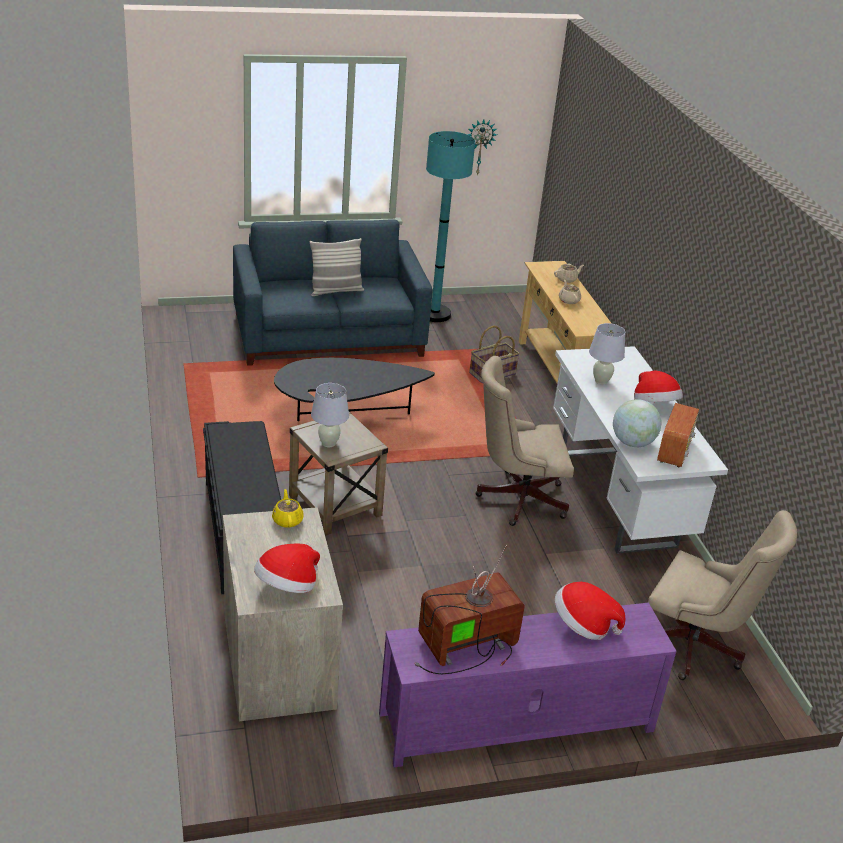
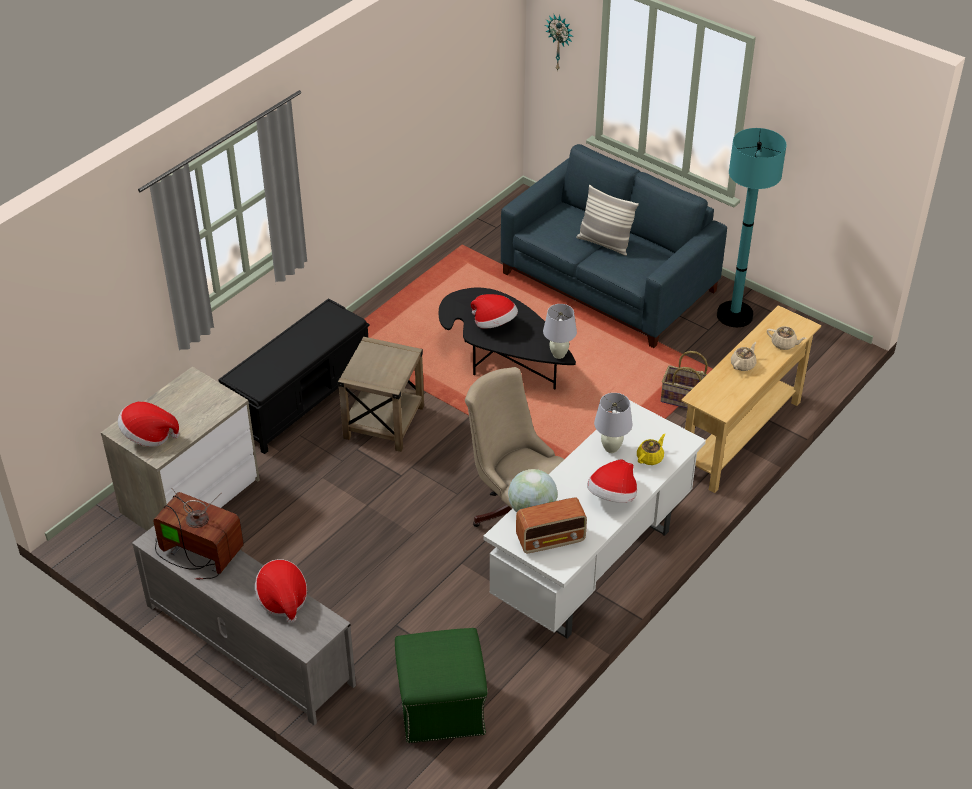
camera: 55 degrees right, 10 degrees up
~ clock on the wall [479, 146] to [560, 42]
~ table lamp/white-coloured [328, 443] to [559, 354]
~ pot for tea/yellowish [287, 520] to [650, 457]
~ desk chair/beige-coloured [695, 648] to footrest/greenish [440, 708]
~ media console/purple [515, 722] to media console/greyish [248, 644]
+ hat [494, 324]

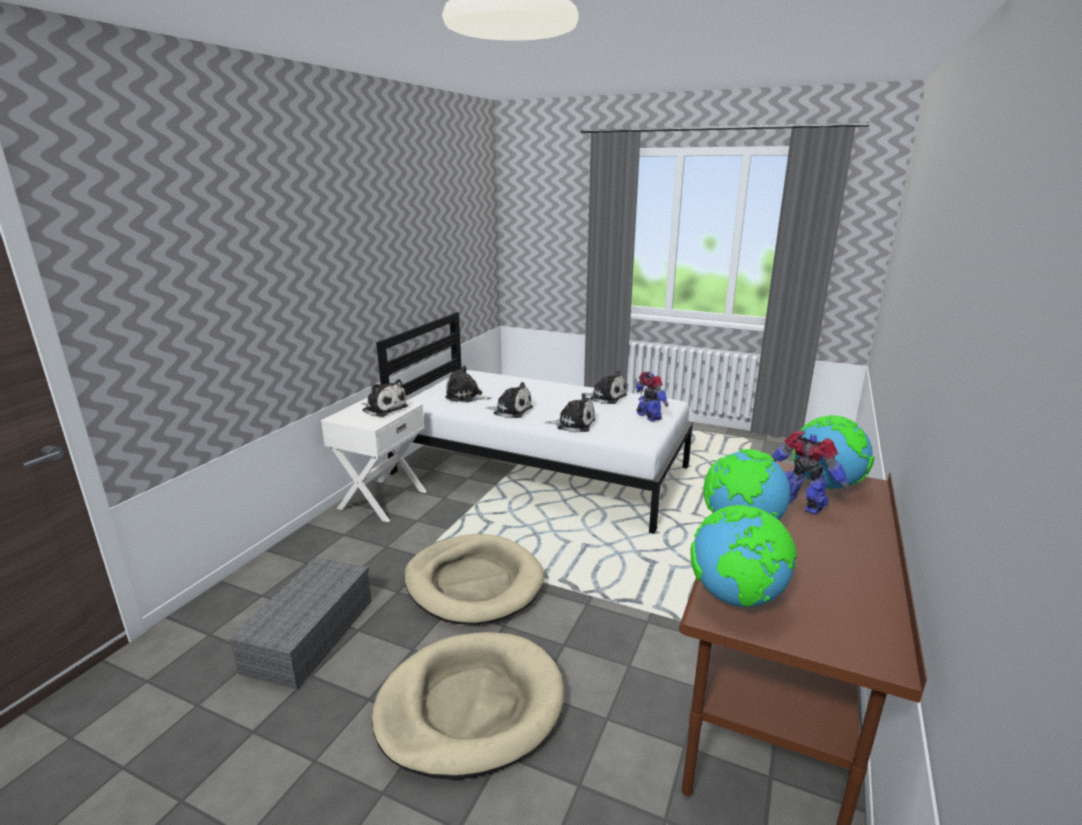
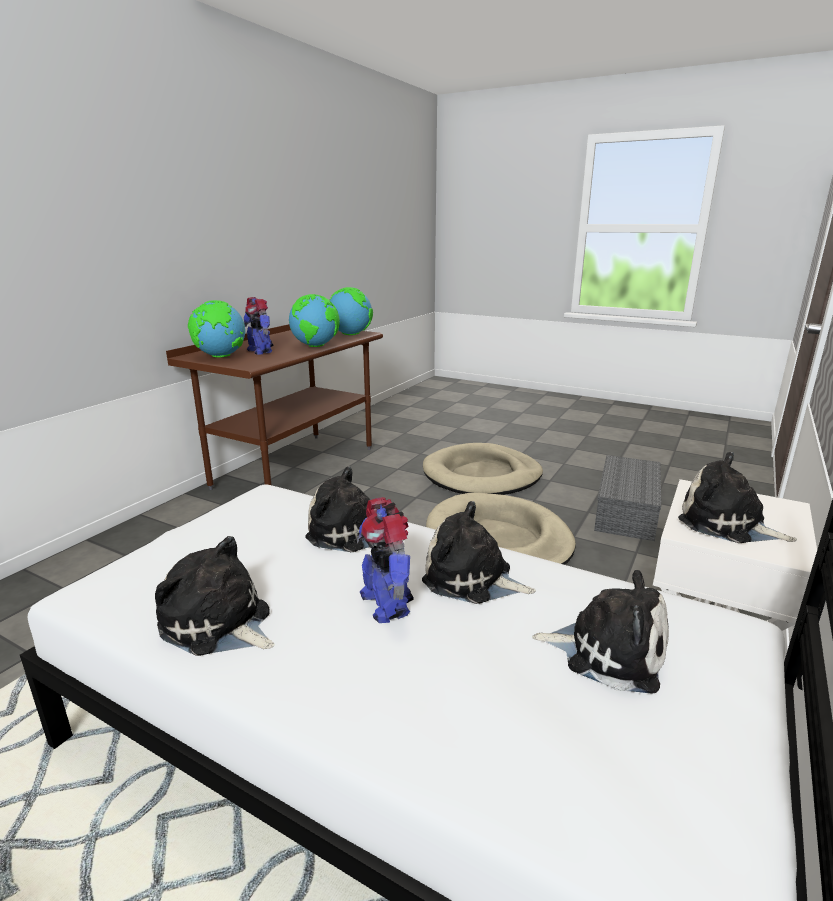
camera: 175 degrees left, 0 degrees up
~ toy robot [648, 417] to [385, 603]

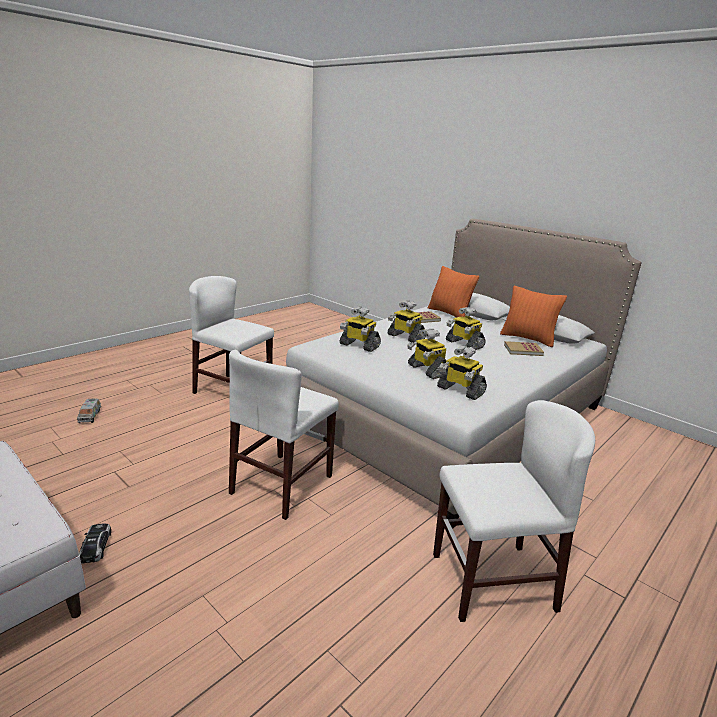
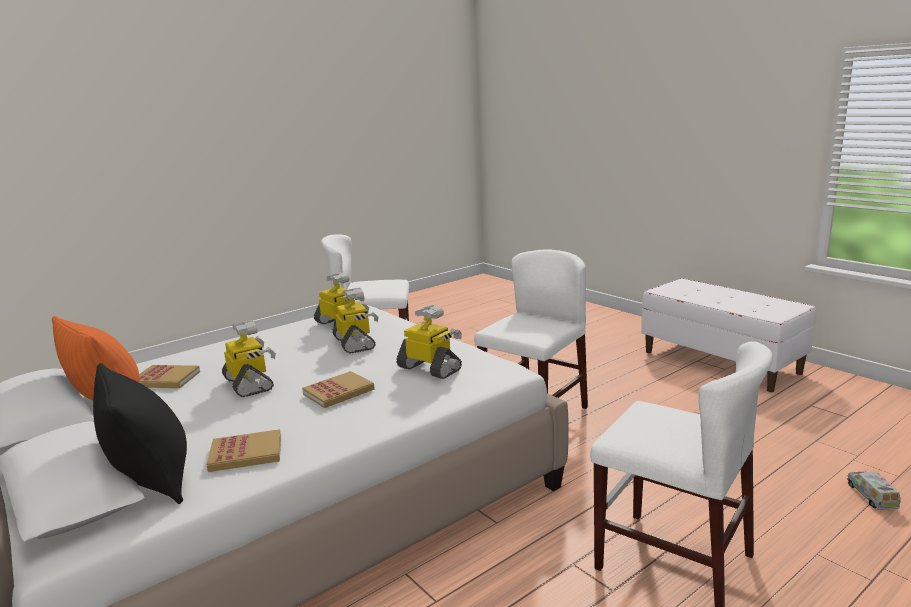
camera: 170 degrees left, 5 degrees down
~ cushion/orange-coloured [449, 313] to cushion/blackish [151, 480]
~ toy robot [405, 337] to bound book [338, 392]
- model car [96, 547]

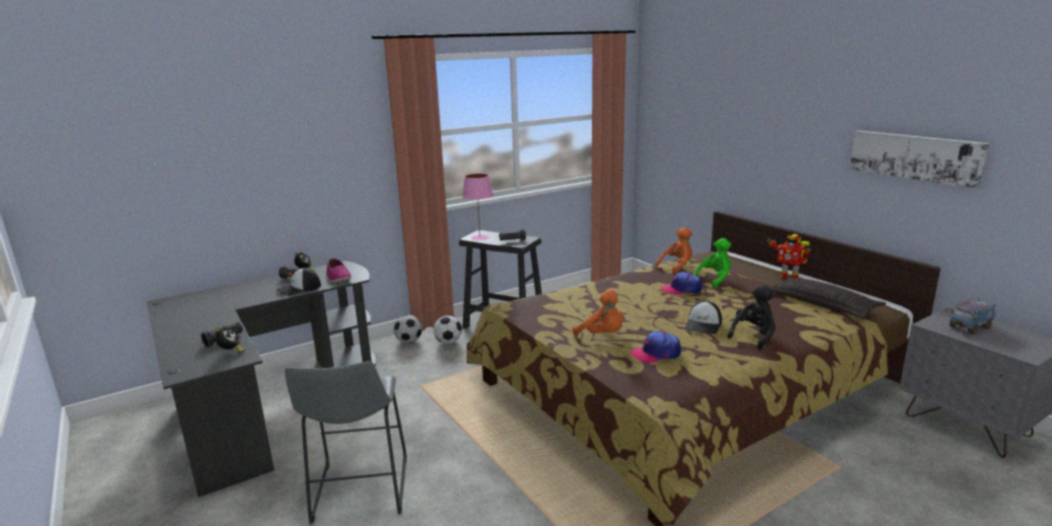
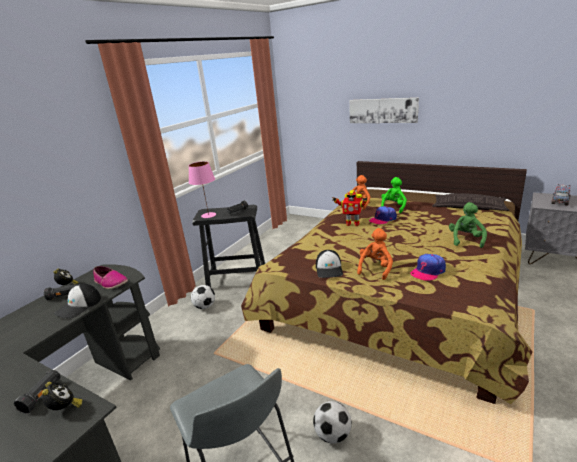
camera: 25 degrees left, 5 degrees up
~ picture [914, 157] to [383, 110]
~ toy robot [788, 277] to [352, 224]
~ cuddly toy/blackish [753, 336] to cuddly toy/greenish [466, 240]
~ cuddly toy/orange-coloured [602, 335] = [376, 268] 75 degrees counterclockwise
~ peaked cap [703, 325] to [329, 269]
~ ball for football [409, 341] to [333, 435]

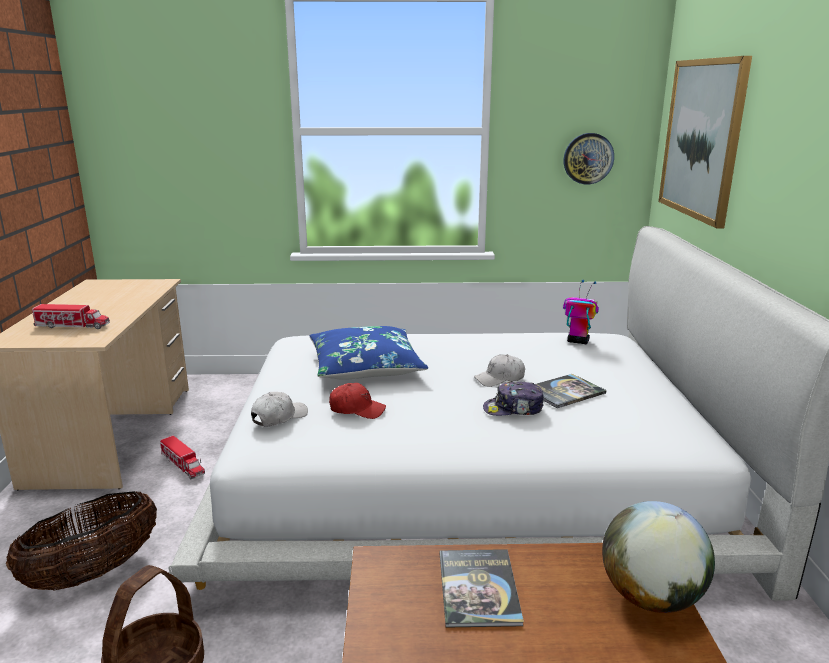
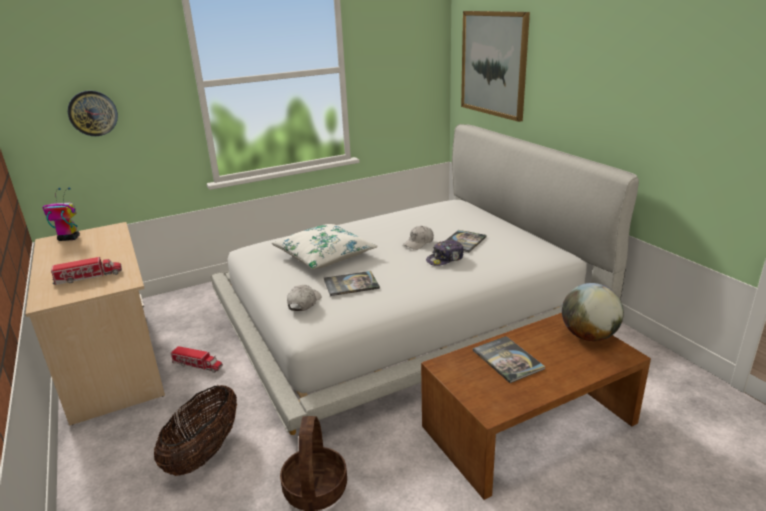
camera: 25 degrees left, 5 degrees up
~ clock on the wall [588, 158] to [93, 113]
~ toy robot [577, 341] to [68, 238]
~ cushion/blue-coloured [366, 366] to cushion/white-coloured [324, 255]
~ peaked cap/reddish [357, 409] to bound book [351, 284]

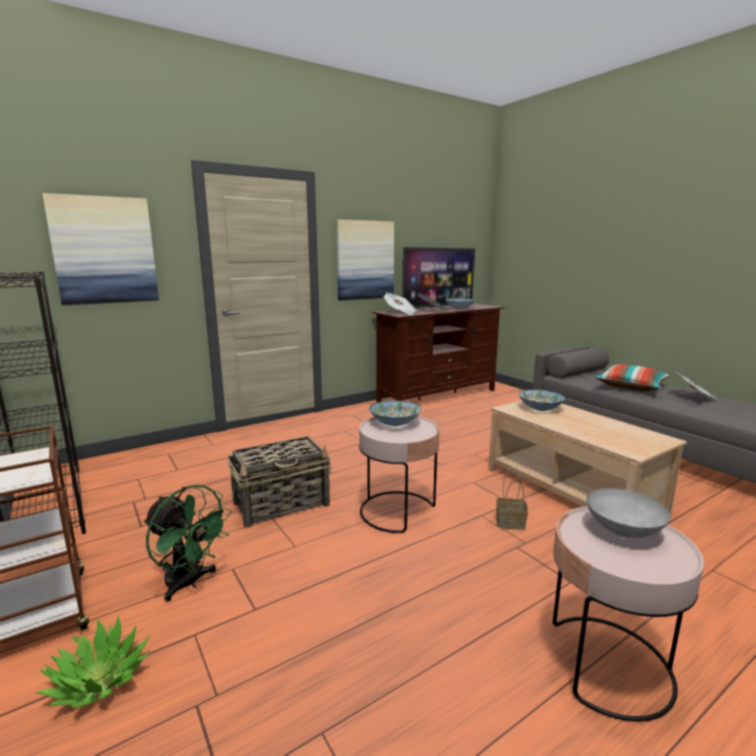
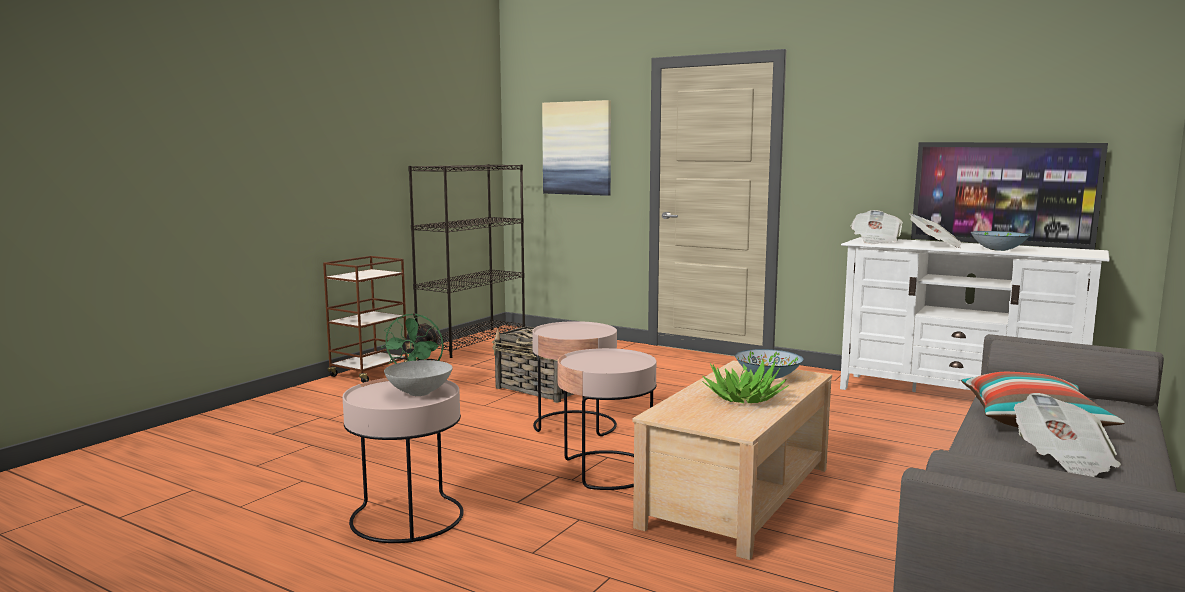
camera: 65 degrees right, 5 degrees down
- picture [365, 260]
~ media console/brown [437, 395] to media console/white-coloured [958, 397]
- deep dish [394, 423]
~ basket [511, 522] to end table/pink [607, 470]
~ plant in a pot [98, 679] to [743, 398]

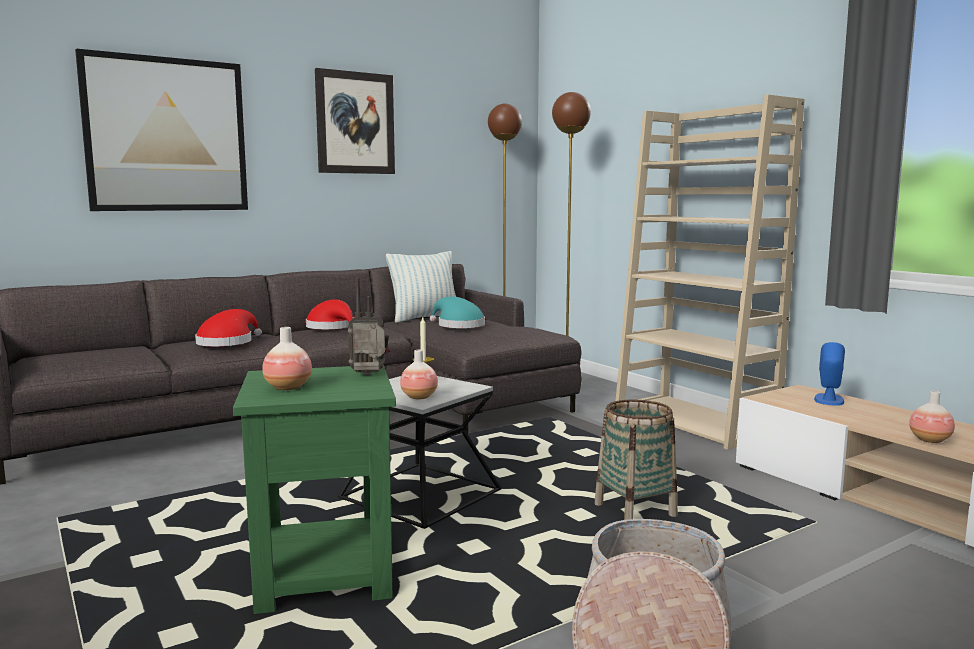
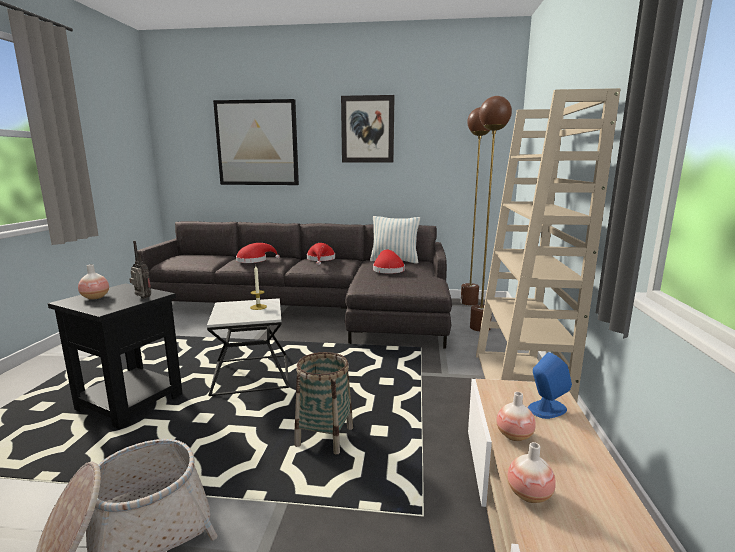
camera: 40 degrees right, 5 degrees up
~ hat/turquoise-coloured [458, 325] to hat/reddish [387, 270]
~ flower vase [419, 397] to [514, 436]
~ end table/greenish [322, 576] to end table/blackish [129, 402]

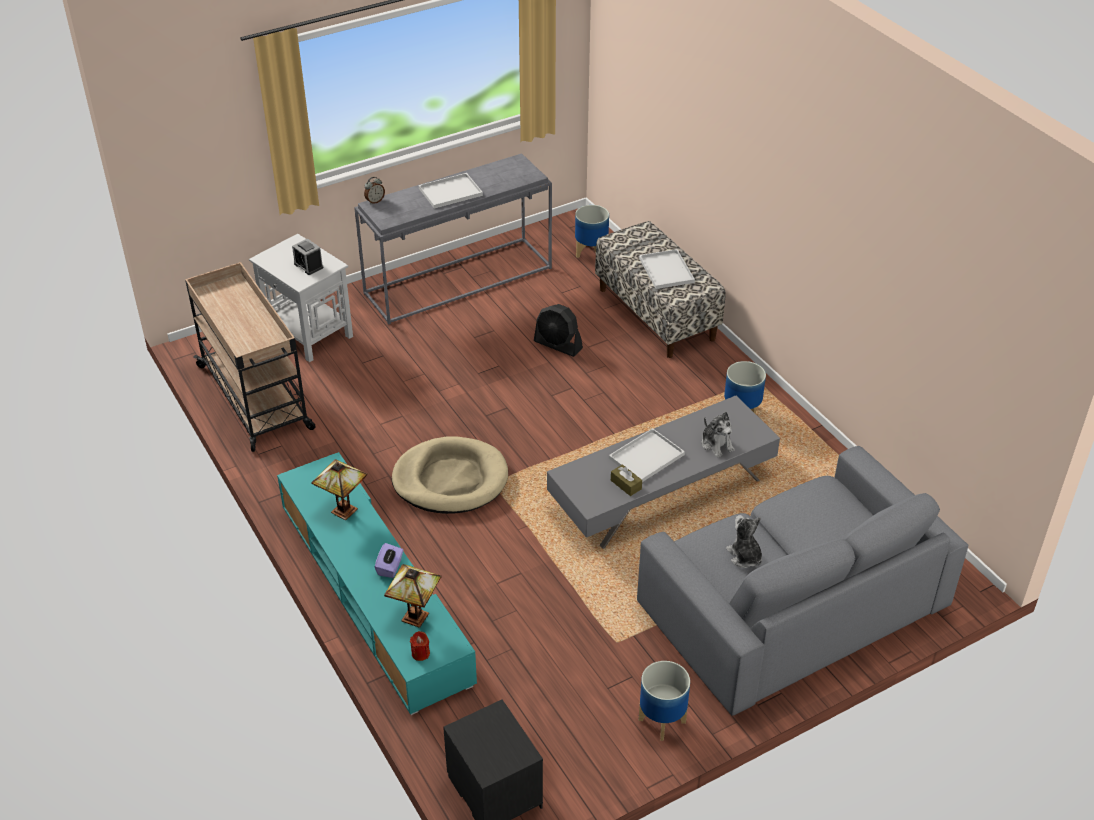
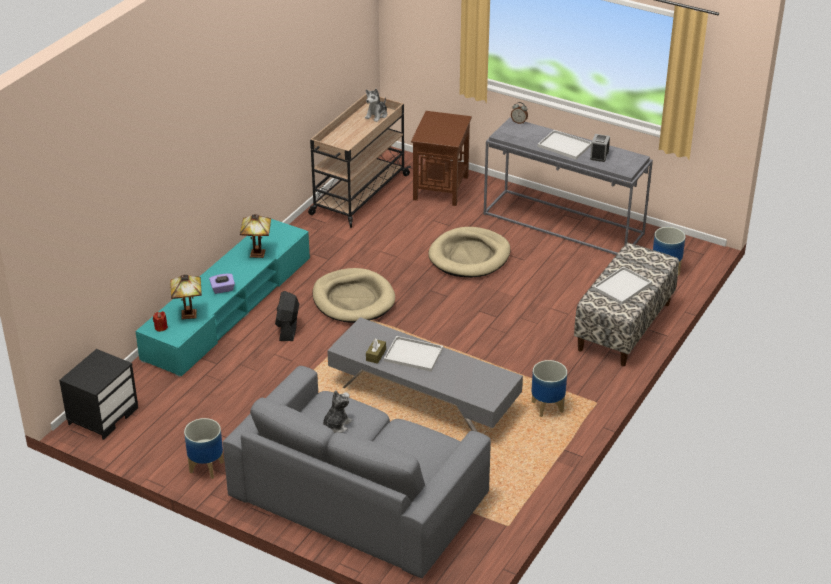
camera: 60 degrees right, 5 degrees down
~ end table/white-coloured [309, 334] to end table/brown [440, 188]
~ bedside clock [308, 266] to [599, 155]
~ cooling fan/blackish [558, 345] to [288, 328]
~ cuddly toy [716, 444] to [377, 115]
+ dog cushion/beige-coloured [469, 256]

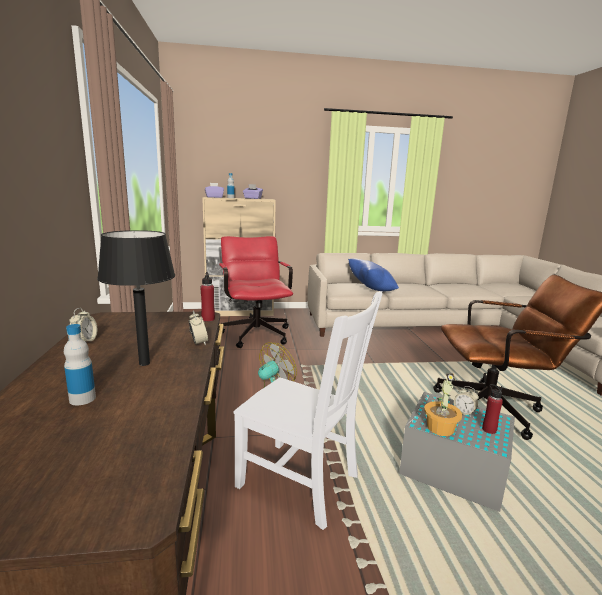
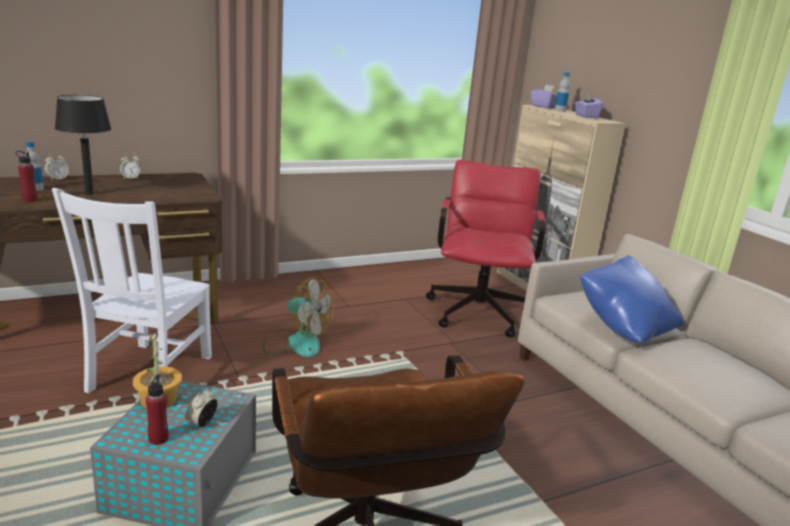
camera: 70 degrees right, 5 degrees up
~ desk chair/reddish [255, 332] = [479, 308] 45 degrees counterclockwise
~ bottle/reddish [208, 319] to [30, 200]
~ bedside clock [198, 343] to [57, 179]

